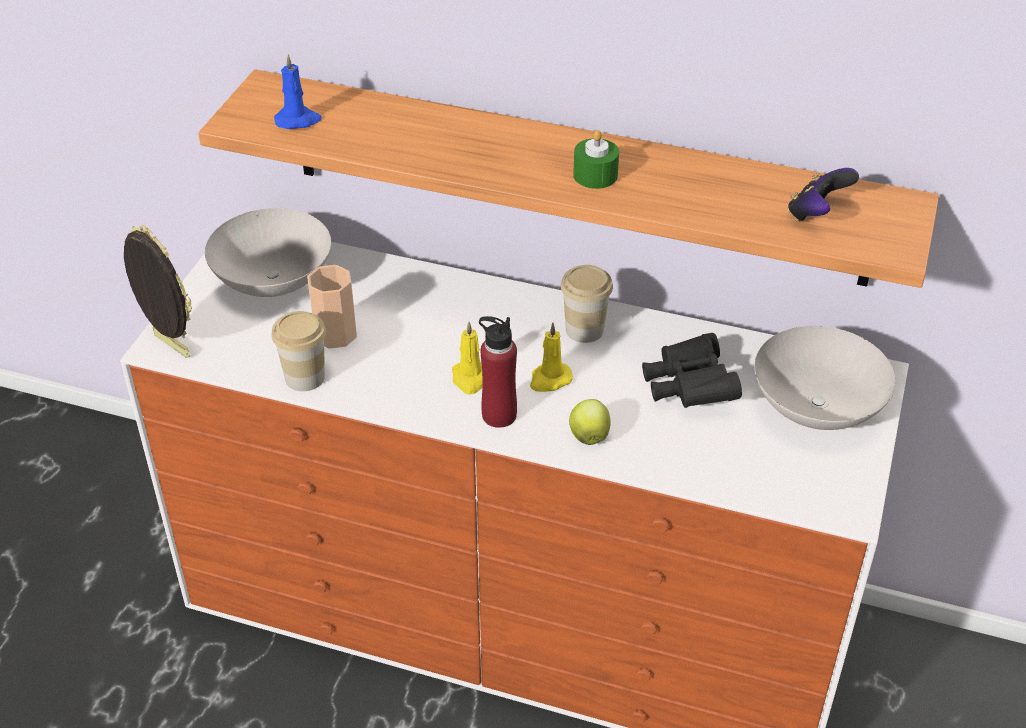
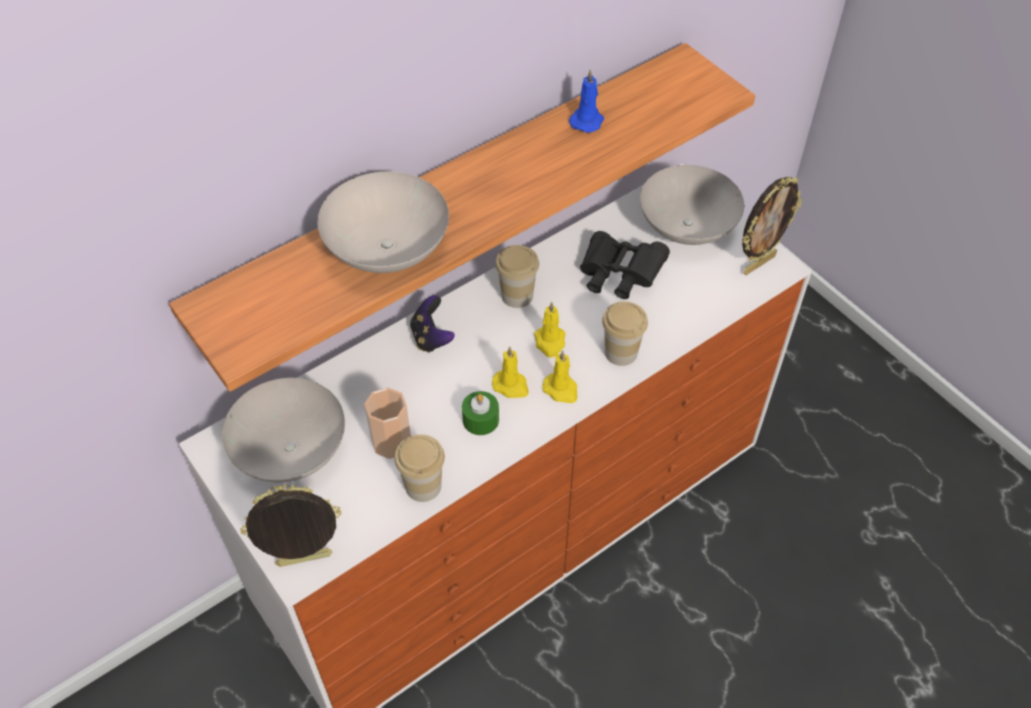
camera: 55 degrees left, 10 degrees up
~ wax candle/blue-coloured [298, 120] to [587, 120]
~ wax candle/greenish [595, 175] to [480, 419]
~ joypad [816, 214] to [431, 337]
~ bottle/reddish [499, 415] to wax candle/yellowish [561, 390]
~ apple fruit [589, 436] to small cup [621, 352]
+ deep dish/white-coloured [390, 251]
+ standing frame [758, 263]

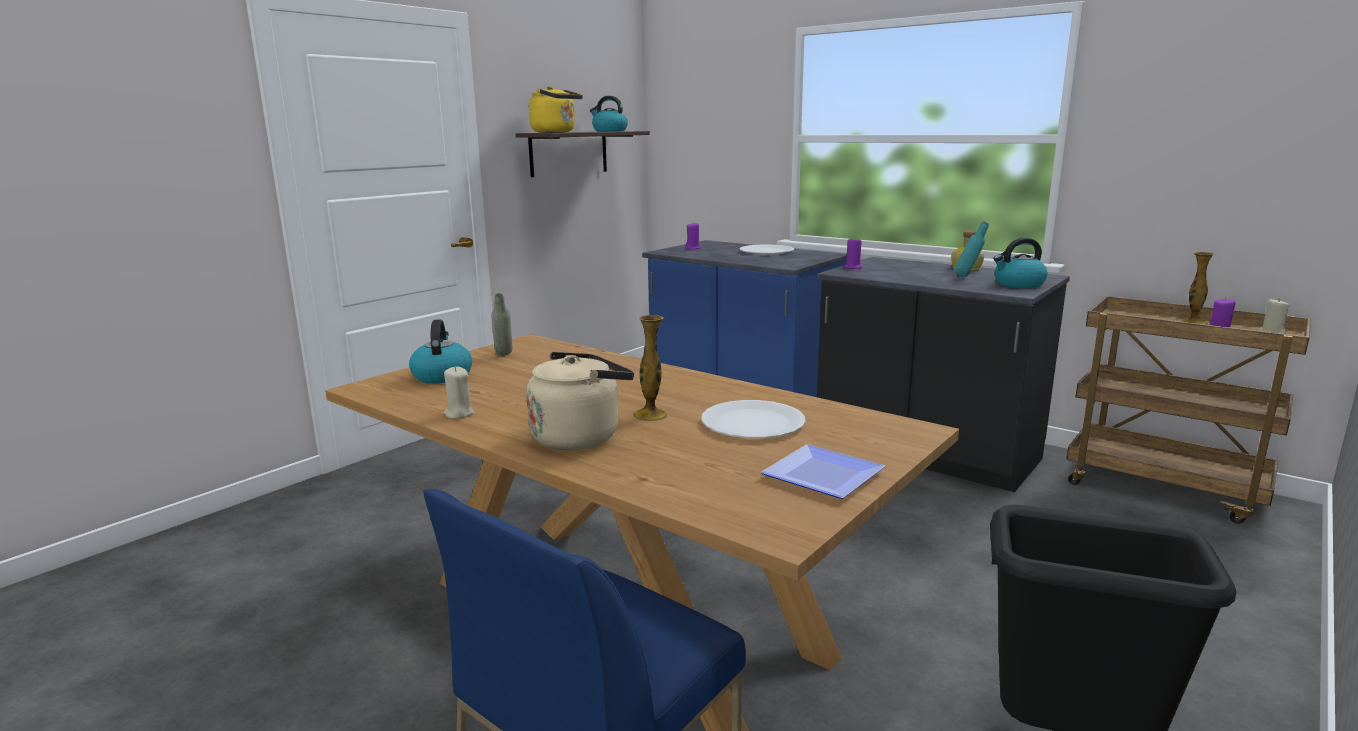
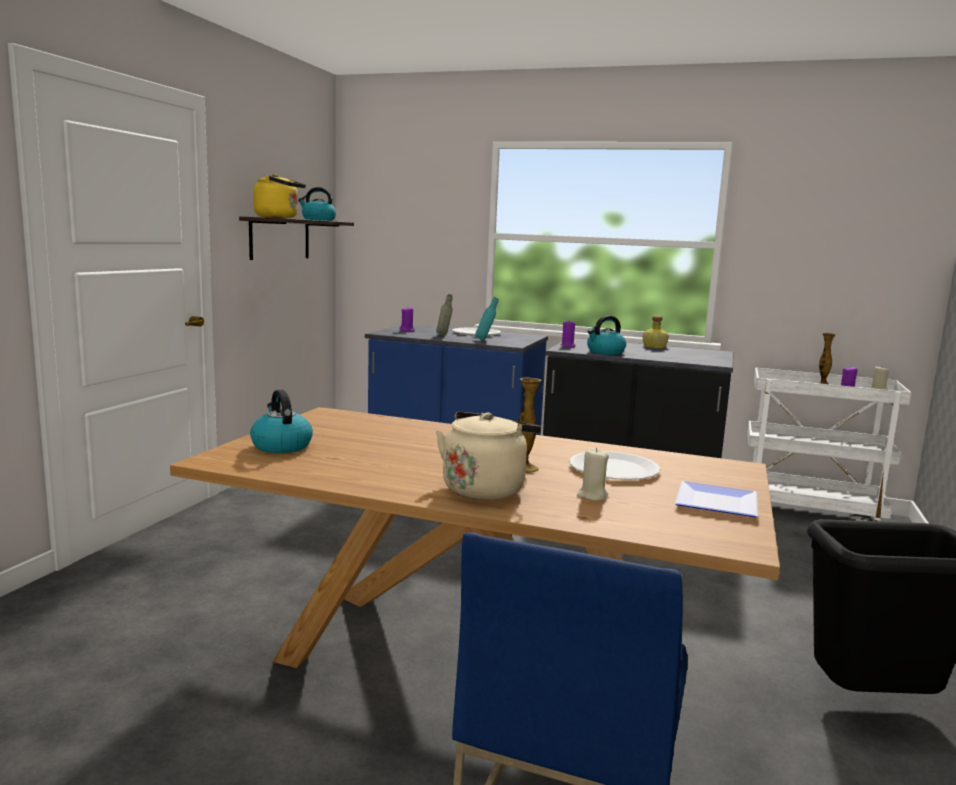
camera: 20 degrees left, 5 degrees down
~ bottle/turquoise-coloured [968, 276] to [485, 340]
~ kettle [1018, 284] to [605, 352]
~ bottle/greyish [504, 356] to [444, 335]
~ wheeled cart/brown [1165, 488] to wheeled cart/white-coloured [809, 514]
~ wax candle/beige-coloured [459, 414] to [592, 496]

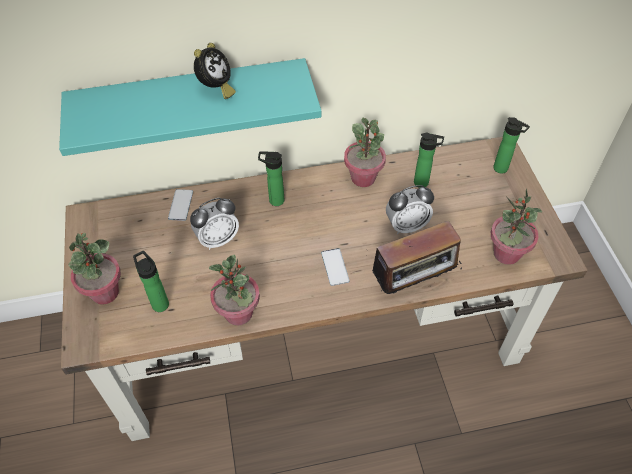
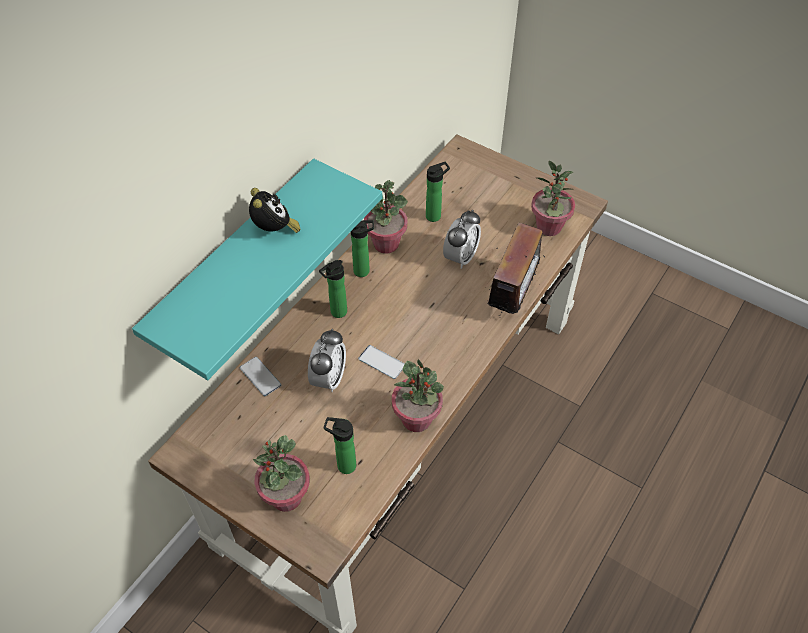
camera: 45 degrees left, 0 degrees up
~ bottle [502, 169] to [364, 271]
~ telephone [335, 267] to [381, 362]

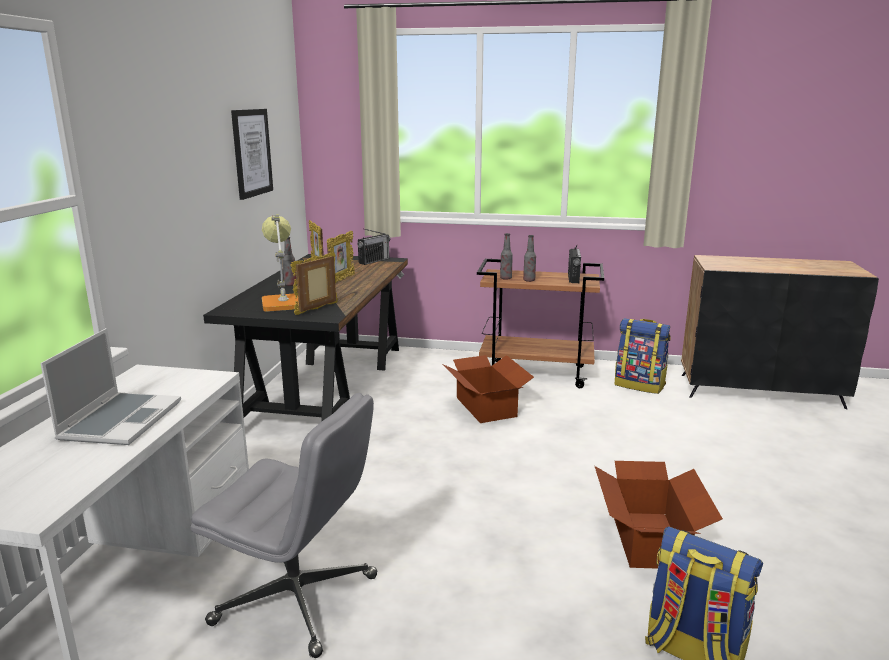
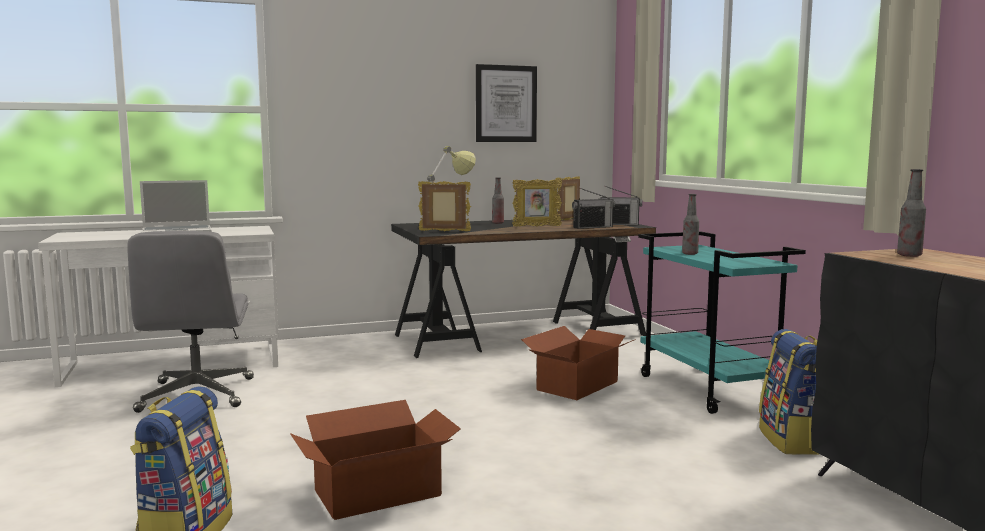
camera: 60 degrees right, 10 degrees down
~ bottle [506, 278] to [909, 255]
~ radio set [573, 278] to [592, 227]
~ wheeled cart/brown [537, 373] to wheeled cart/turquoise-coloured [709, 390]

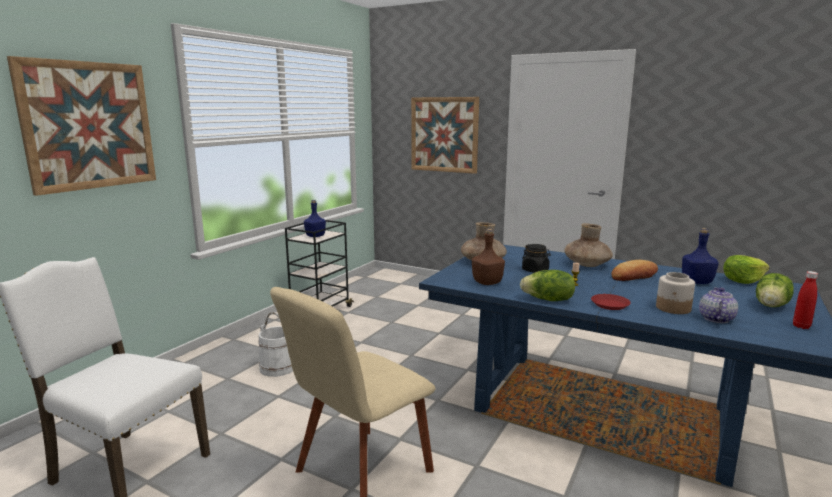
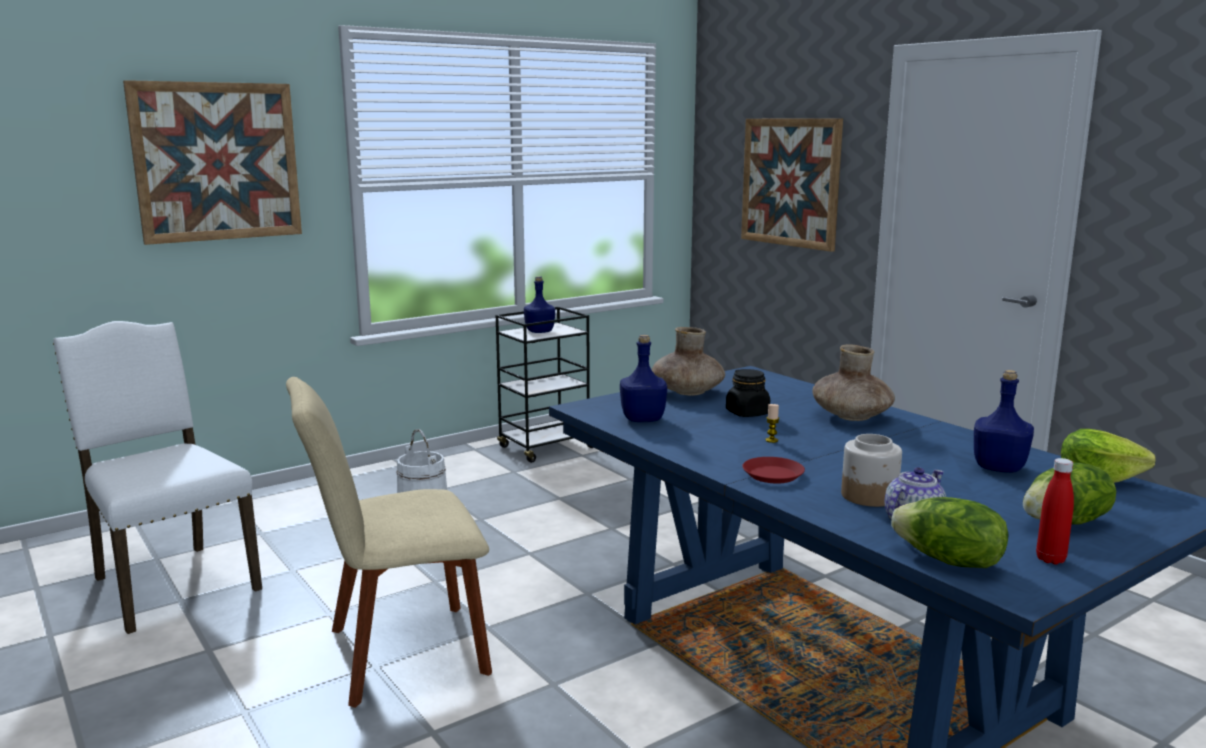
camera: 25 degrees right, 0 degrees up
~ bottle/brown [487, 283] to bottle/blue-coloured [643, 419]
- bakery bread [634, 276]
~ lettuce [548, 300] to [948, 561]

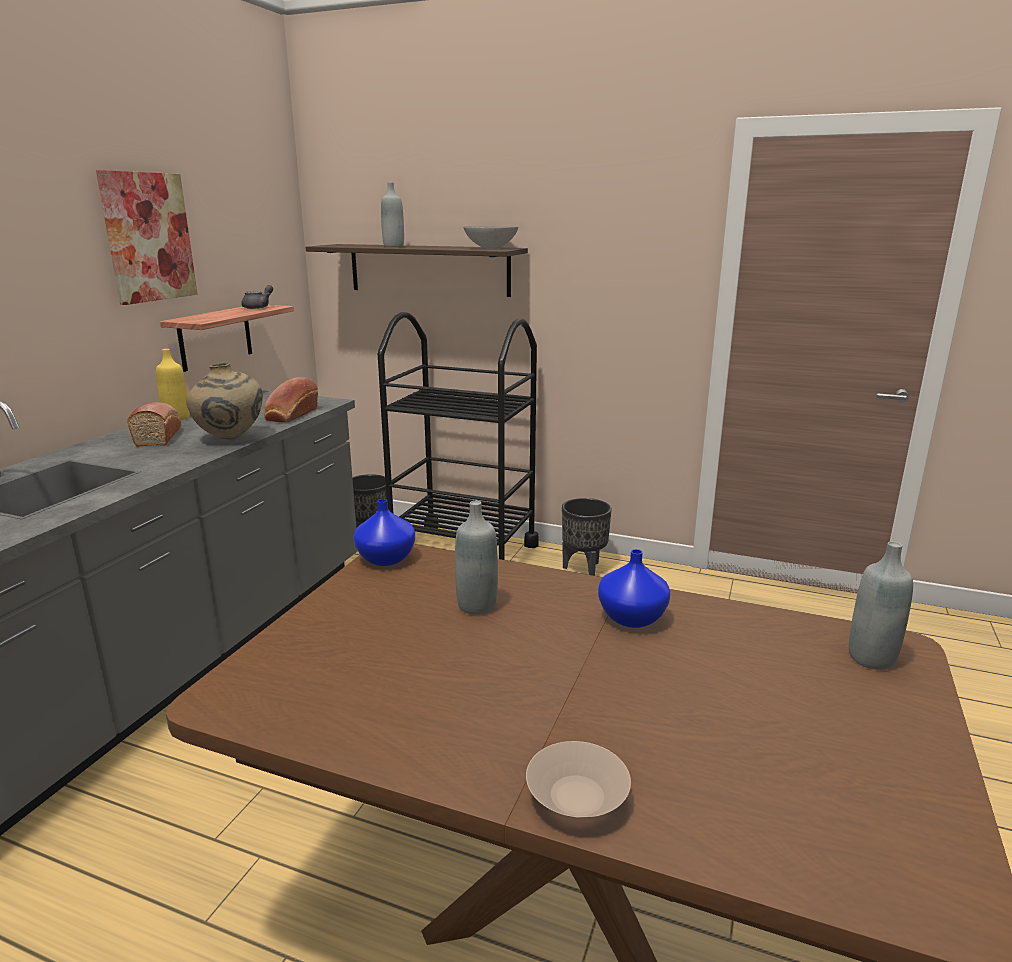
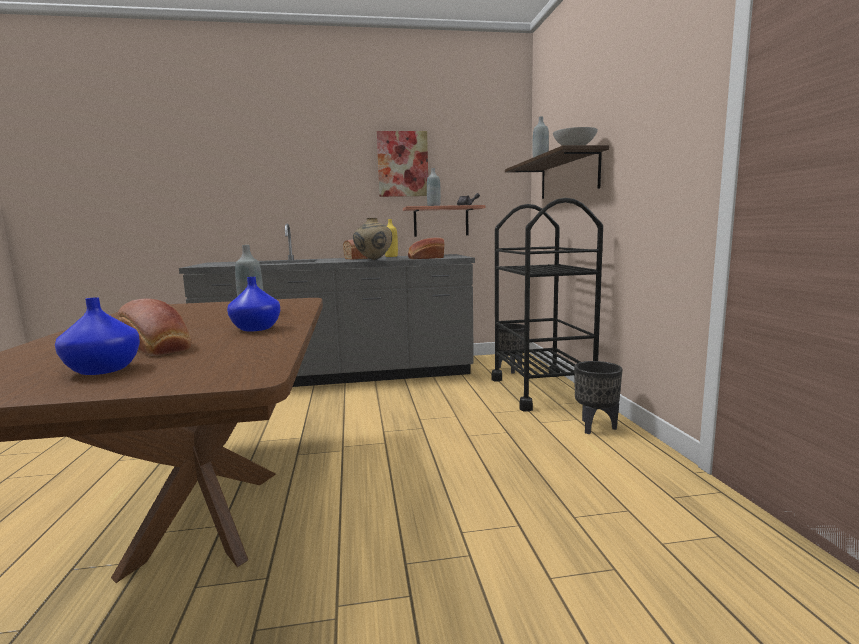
camera: 60 degrees right, 10 degrees down
~ flower vase/blue-coloured [387, 558] to [103, 370]
~ bottle/greyish [871, 658] to [433, 206]
- deep dish/beige-coloured [576, 799]
+ bakery bread [158, 347]

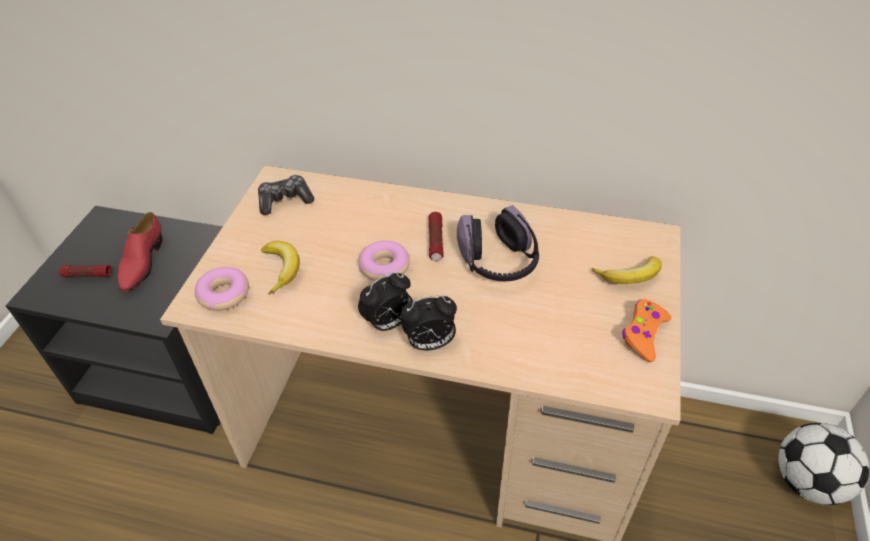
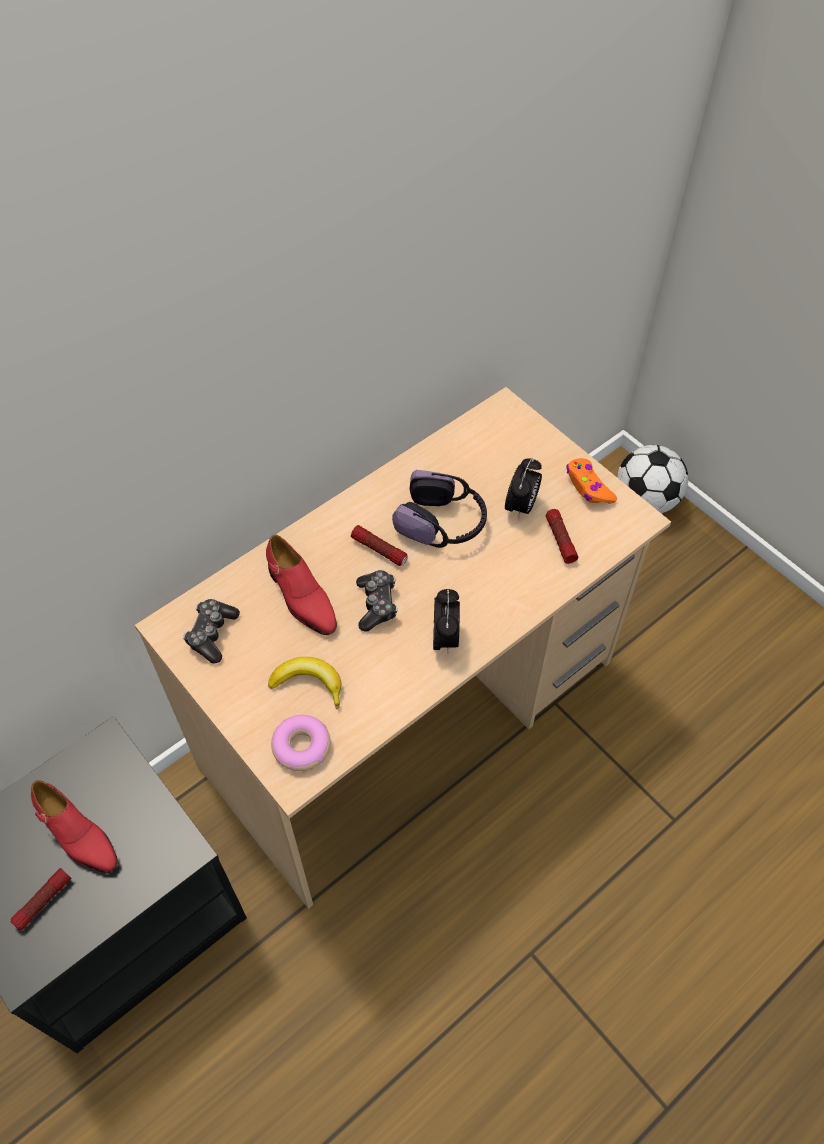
camera: 55 degrees left, 10 degrees up
~ ring doughnut [384, 266] to joypad [377, 604]
- banana fruit [630, 277]
~ bedside clock [429, 343] to [521, 506]
+ flashlight [560, 540]
+ item of footwear/reddish [301, 597]

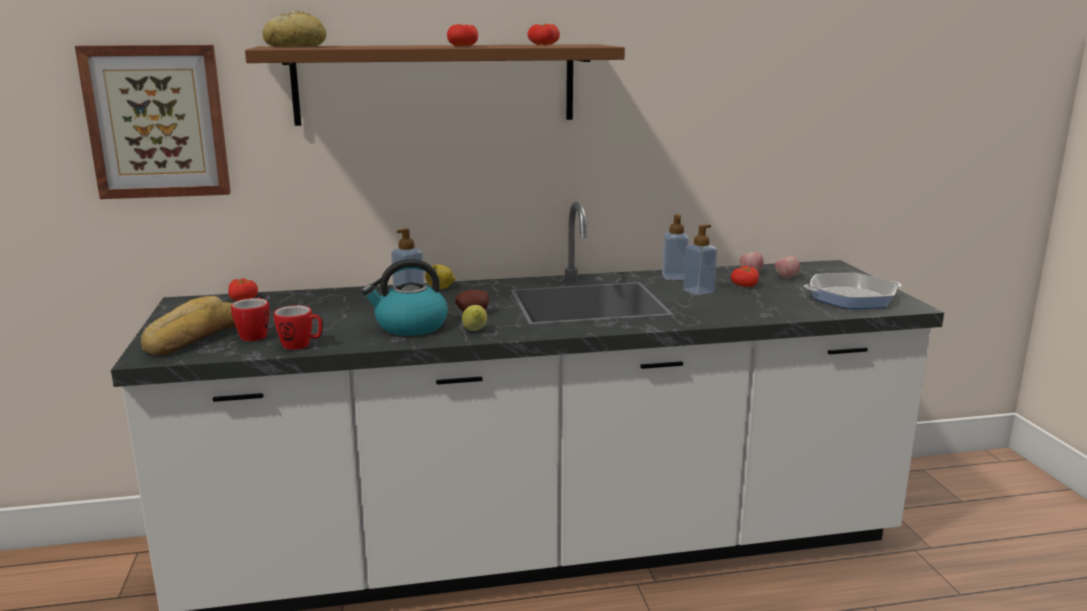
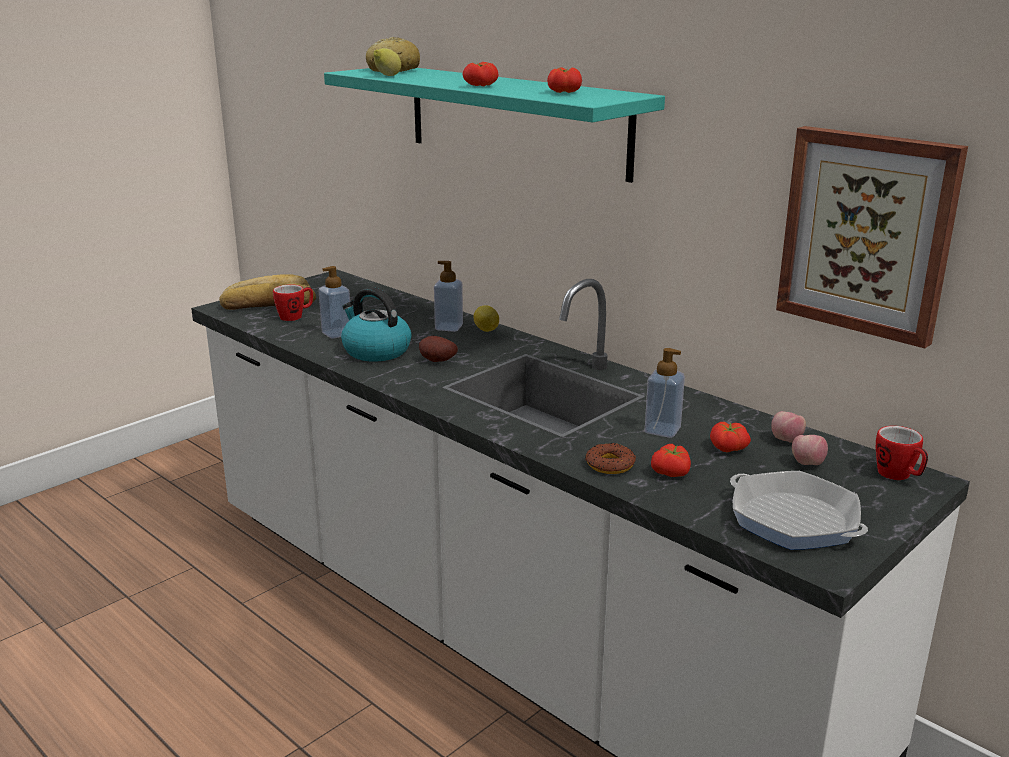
camera: 55 degrees right, 5 degrees up
~ shelf/brown [436, 84] to shelf/turquoise-coloured [515, 120]
~ picture [157, 121] to [867, 233]
~ soap dispenser [674, 277] to [337, 333]
~ tomato [244, 299] to [671, 473]
~ mug [301, 345] to [899, 476]
~ lemon [475, 331] to [387, 76]
+ ring doughnut [610, 464]

